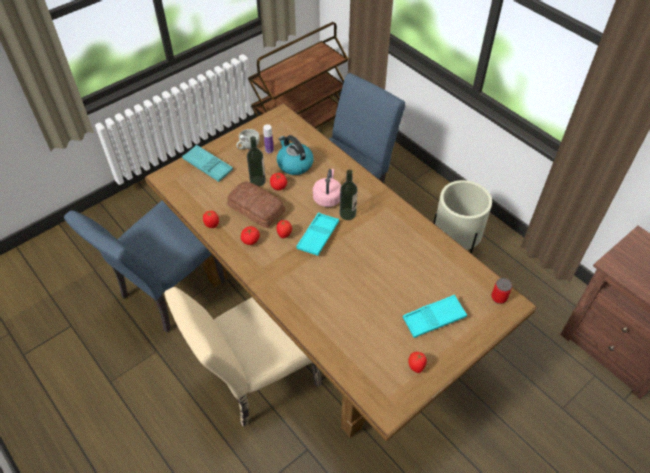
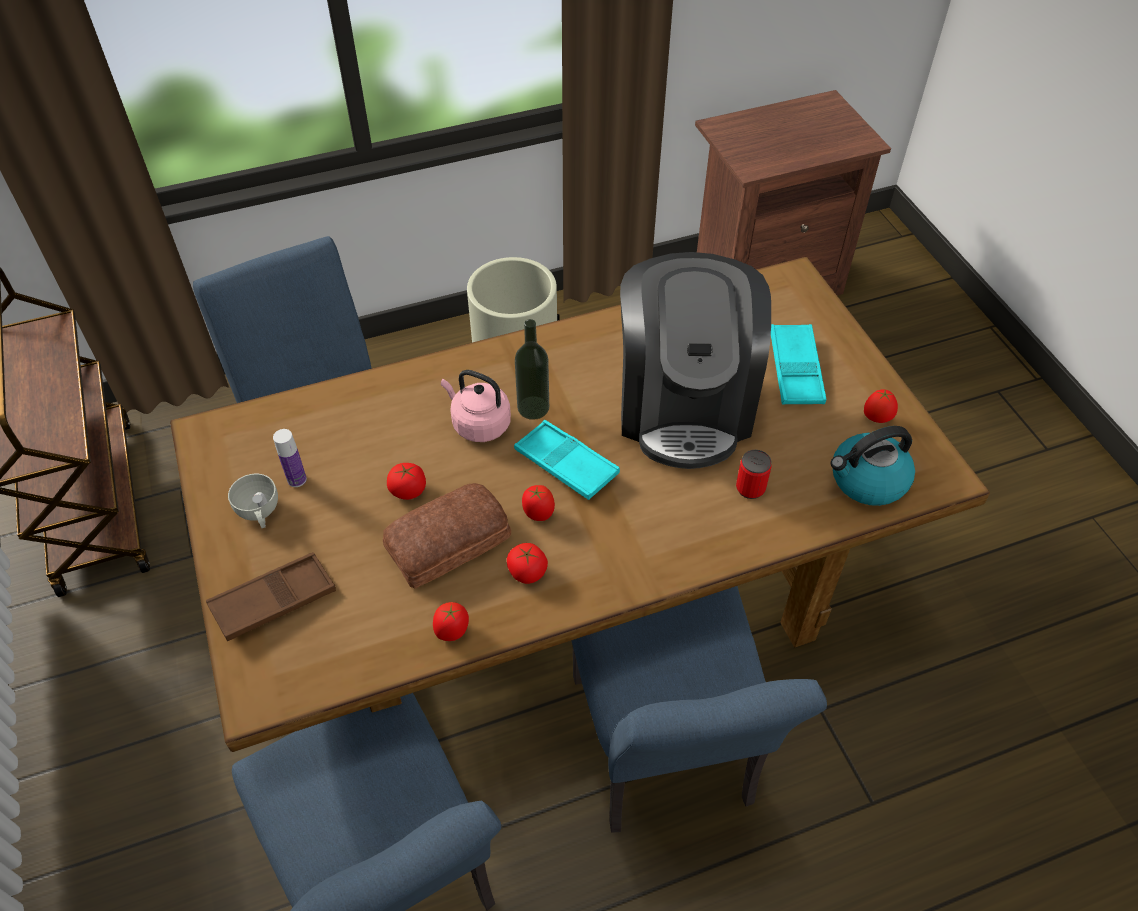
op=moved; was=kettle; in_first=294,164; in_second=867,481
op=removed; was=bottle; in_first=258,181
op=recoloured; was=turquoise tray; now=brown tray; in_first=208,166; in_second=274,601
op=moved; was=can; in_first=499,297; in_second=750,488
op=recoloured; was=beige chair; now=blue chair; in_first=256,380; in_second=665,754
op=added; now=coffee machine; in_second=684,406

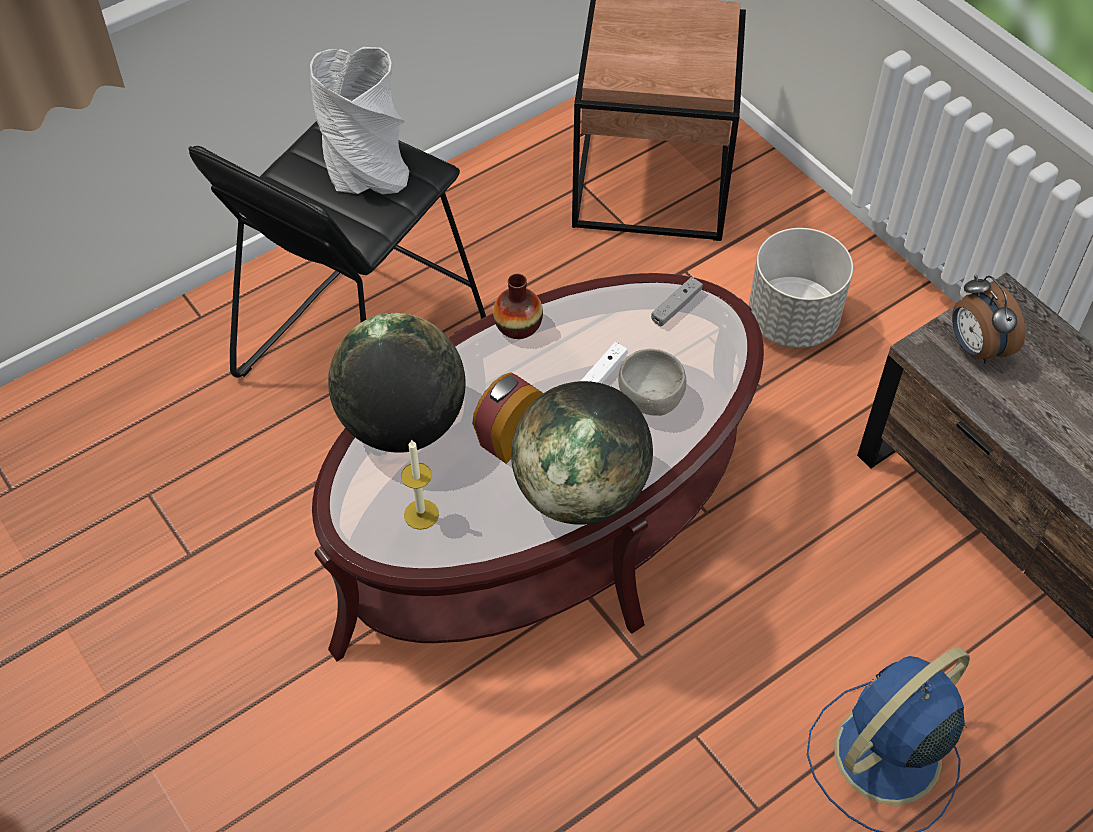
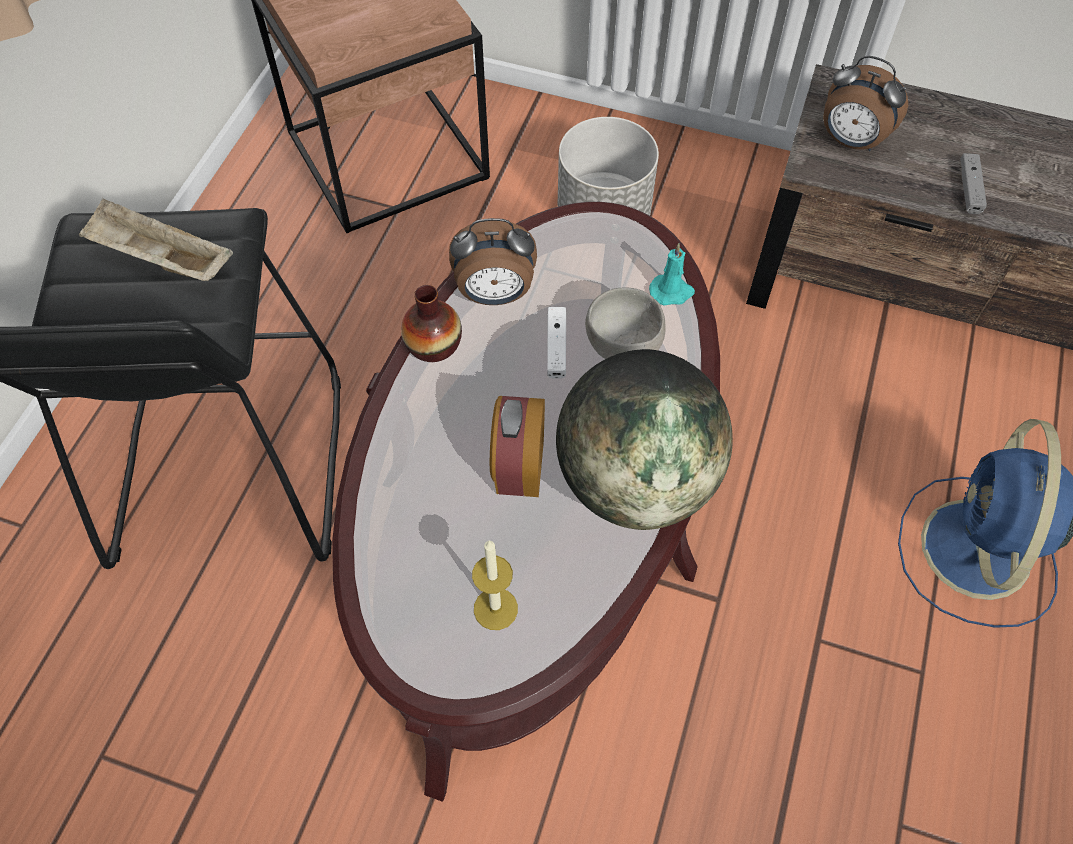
op=replaced; was=grey vase; now=beige tray; in_first=366,169; in_second=161,260
op=moved; was=grey game controller; in_first=676,306; in_second=969,189
op=removed; was=globe; in_first=403,423
op=added; now=alarm clock; in_second=495,295
op=added; now=turquoise candle; in_second=671,292

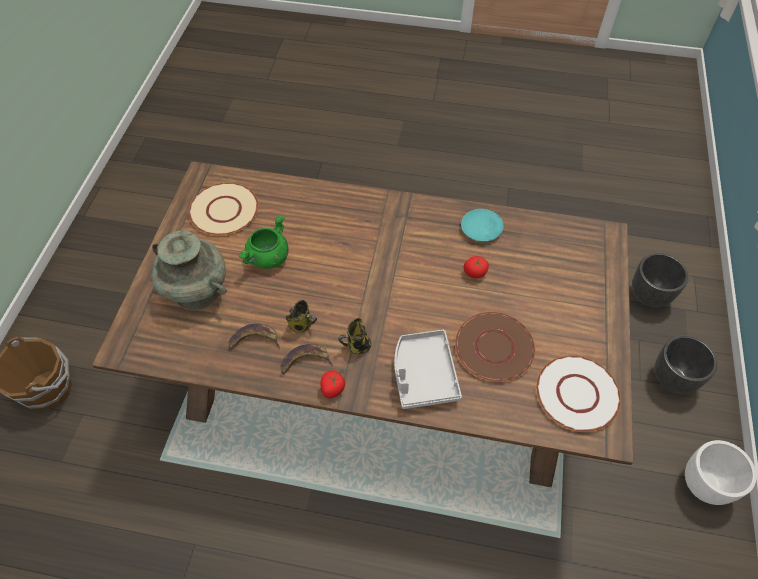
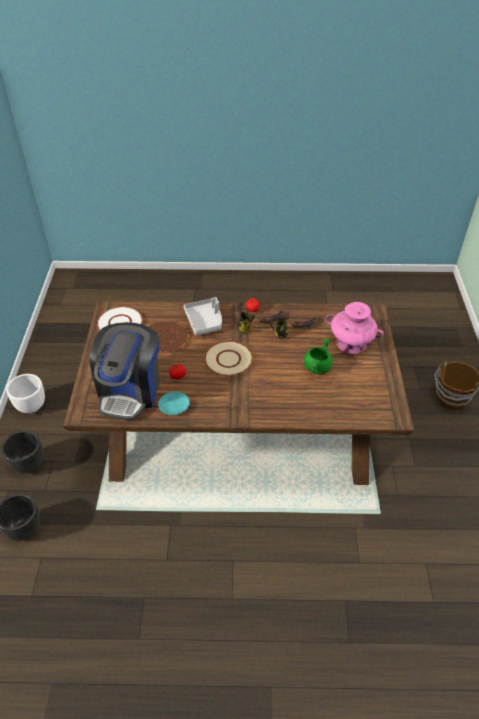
op=moved; was=beige plate; in_first=223,210; in_second=228,359
op=recoloured; was=turquoise vase; now=pink vase; in_first=197,291; in_second=351,343
op=added; now=coffee machine; in_second=130,390

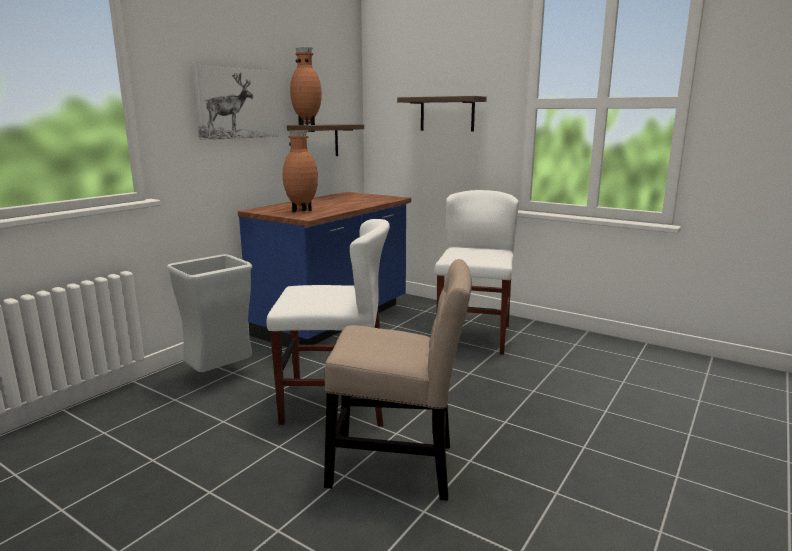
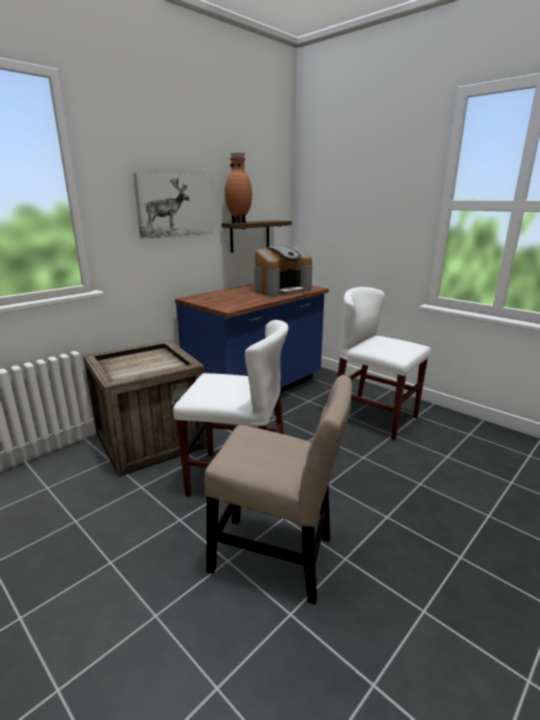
op=removed; was=shelf; in_first=447,114
op=removed; was=brown vase; in_first=302,211
op=turned; was=white chair; in_first=474,336; in_second=374,417; clockwise=-75
op=replaced; was=grey trash can; now=crate; in_first=220,375; in_second=152,439
op=added; now=coffee machine; in_second=282,290

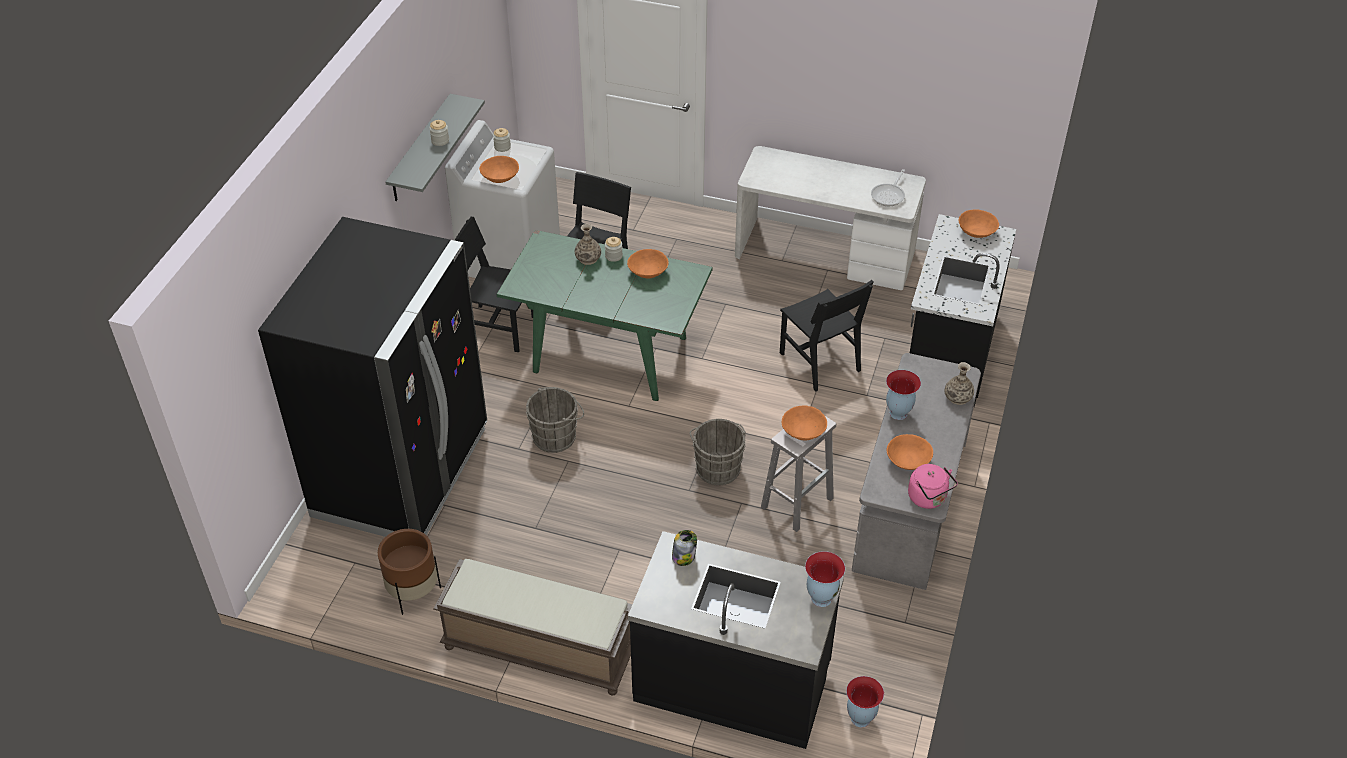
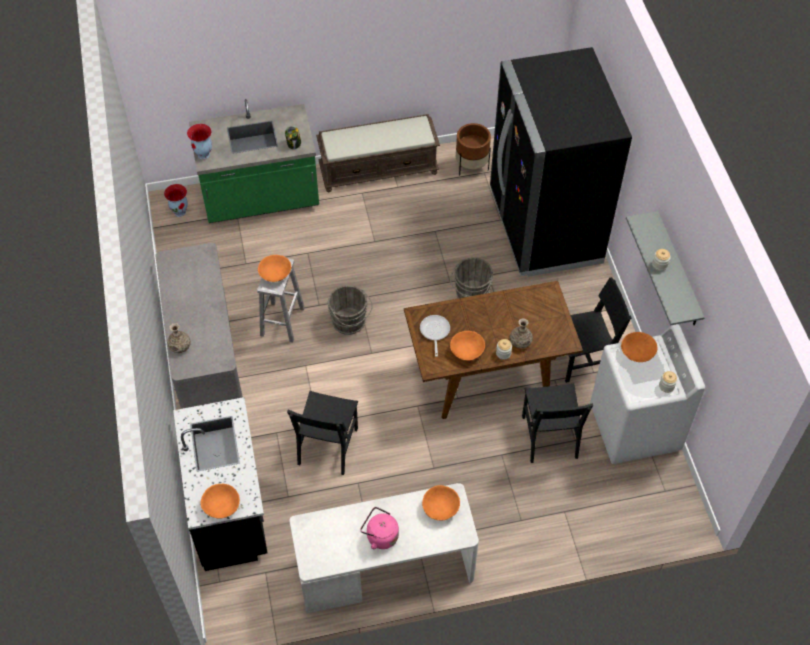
op=moved; was=frying pan; in_first=889,195; in_second=434,332
op=recoloured; was=green dining table; now=brown dining table; in_first=608,354; in_second=487,375
op=turned; was=black chair; in_first=819,362; in_second=327,446; clockwise=-105
op=removed; was=vase; in_first=897,413
op=moved; was=orange bowl; in_first=908,461; in_second=440,507
op=moved; was=pink kettle; in_first=929,498; in_second=380,536
op=recoloured; was=black counter; now=green counter; in_first=732,682; in_second=261,199

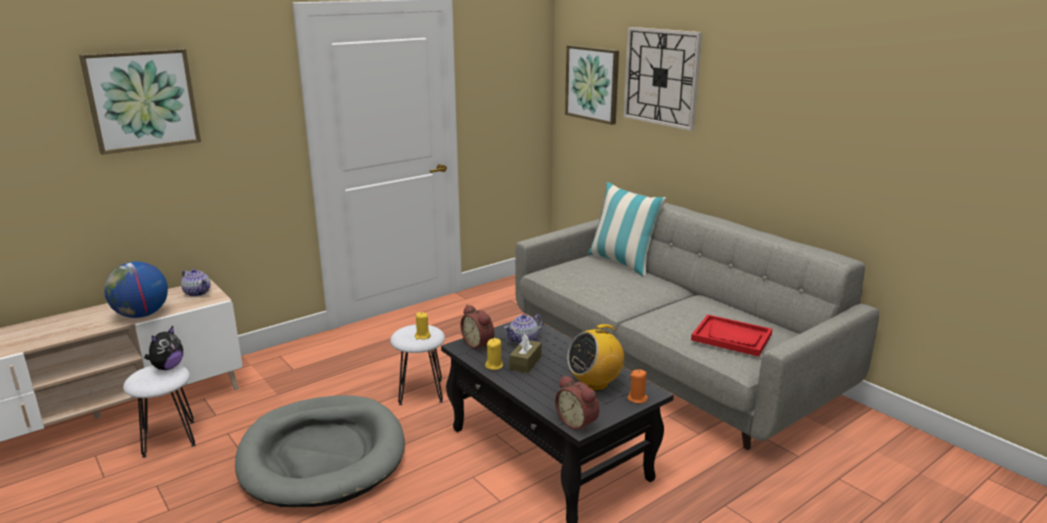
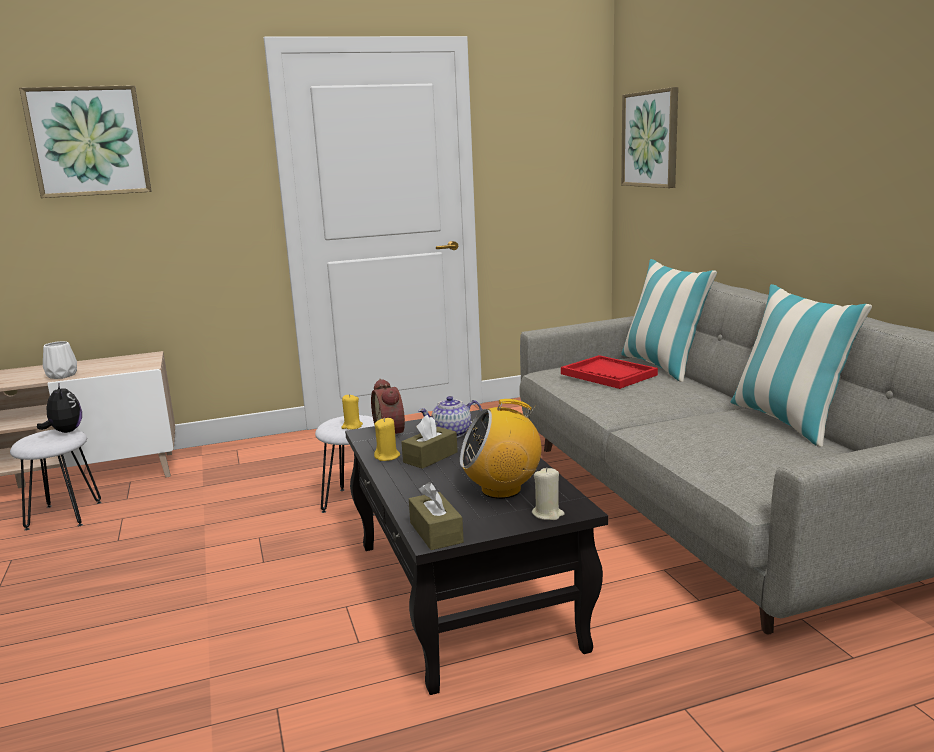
op=removed; was=wall clock; in_first=661,77
op=replaced; was=globe; now=white vase; in_first=141,315; in_second=63,375
op=removed; was=teapot; in_first=197,293
op=moved; was=red tray; in_first=731,337; in_second=609,374
op=turned; was=plush toy; in_first=167,367; in_second=65,432; clockwise=-75
op=recoloured; was=orange candle; now=beige candle; in_first=637,398; in_second=548,514
op=replaced; was=alarm clock; now=brown tissue box; in_first=578,422; in_second=436,532
op=removed; was=grey dog bed; in_first=322,455
op=added; now=pillow; in_second=787,421

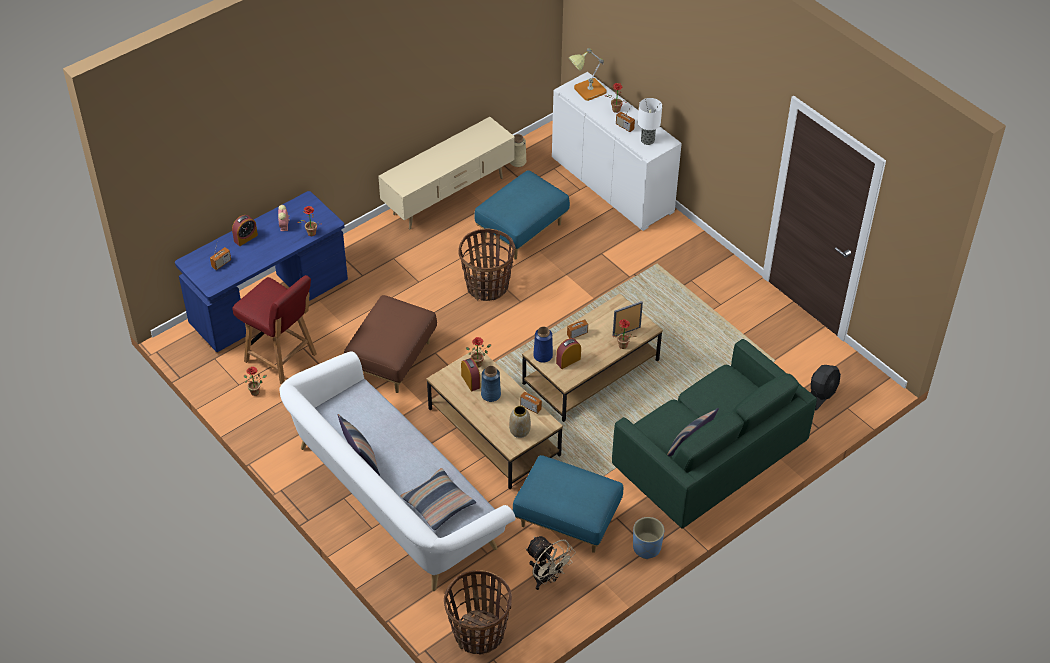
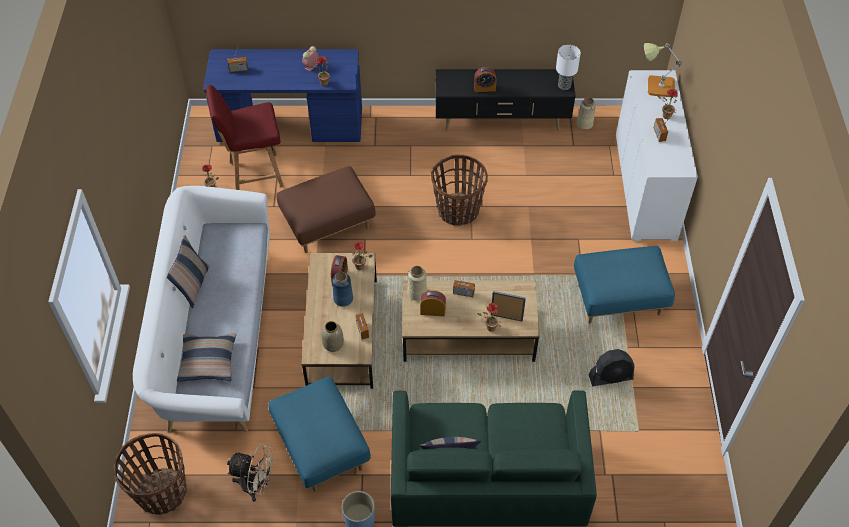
op=moved; was=table lamp; in_first=647,140; in_second=564,85
op=recoloured; was=beige tv stand; now=black tv stand; in_first=449,196; in_second=502,121
op=moved; was=blue ottoman; in_first=522,231; in_second=619,299
op=moved; was=alarm clock; in_first=245,238; in_second=484,88
op=turned; was=red chair; in_first=281,358; in_second=254,174; clockwise=90
op=recoloured; was=blue vase; now=beige vase; in_first=543,355; in_second=417,293
op=moved; was=black fan; in_first=821,395; in_second=610,377
op=turned; was=beige fan; in_first=546,578; in_second=256,485; clockwise=-75

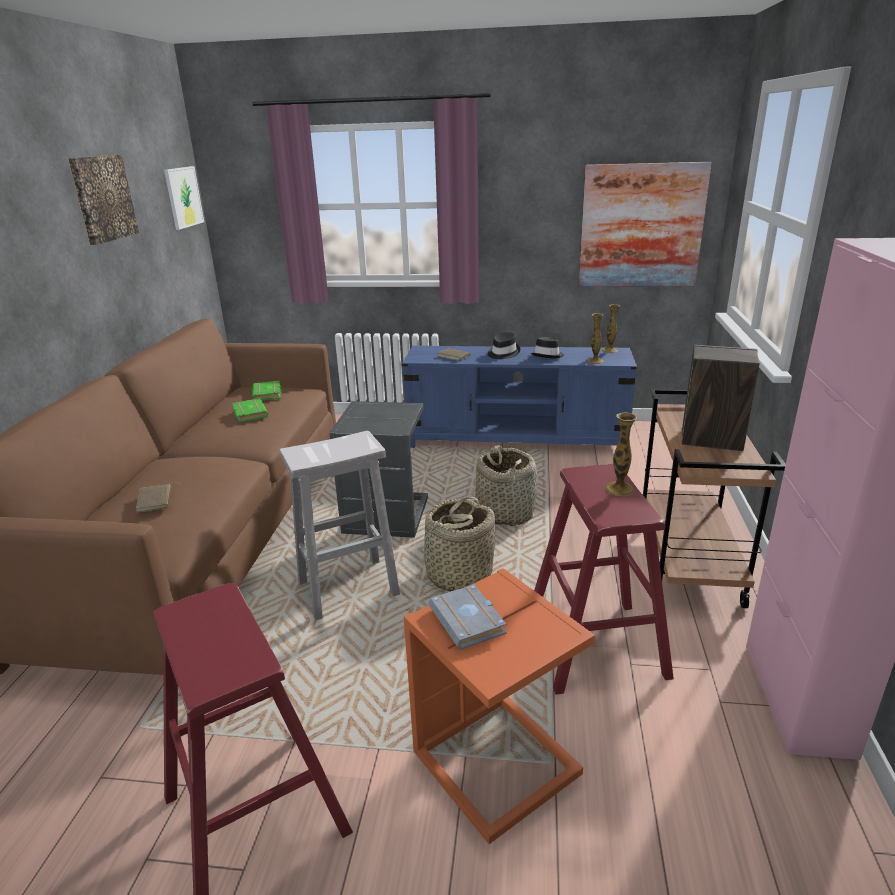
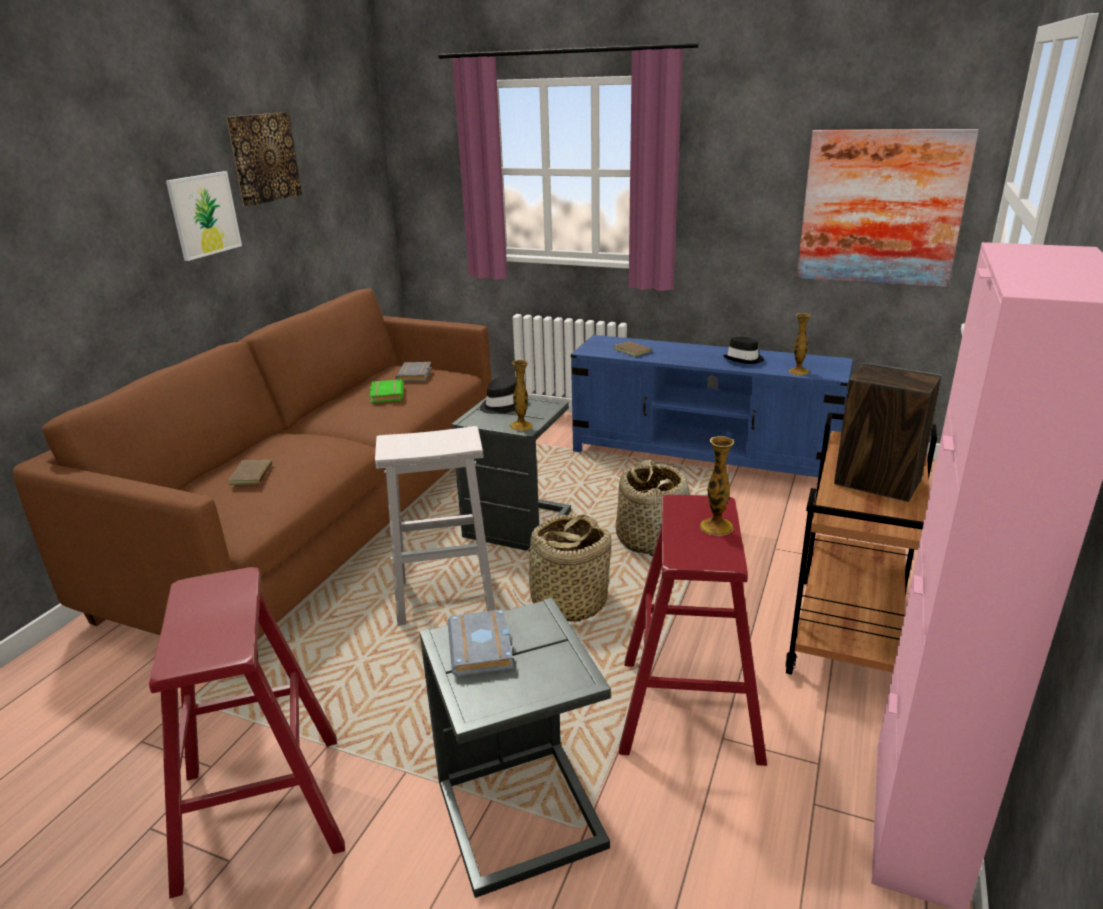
op=moved; was=picture; in_first=183,197; in_second=204,215
op=moved; was=vase; in_first=609,351; in_second=521,426
op=moved; was=black hat; in_first=502,353; in_second=502,404
op=recoloured; was=green book; now=grey book; in_first=268,394; in_second=416,376
op=recoloured; was=orange side table; now=grey side table; in_first=496,767; in_second=519,819

